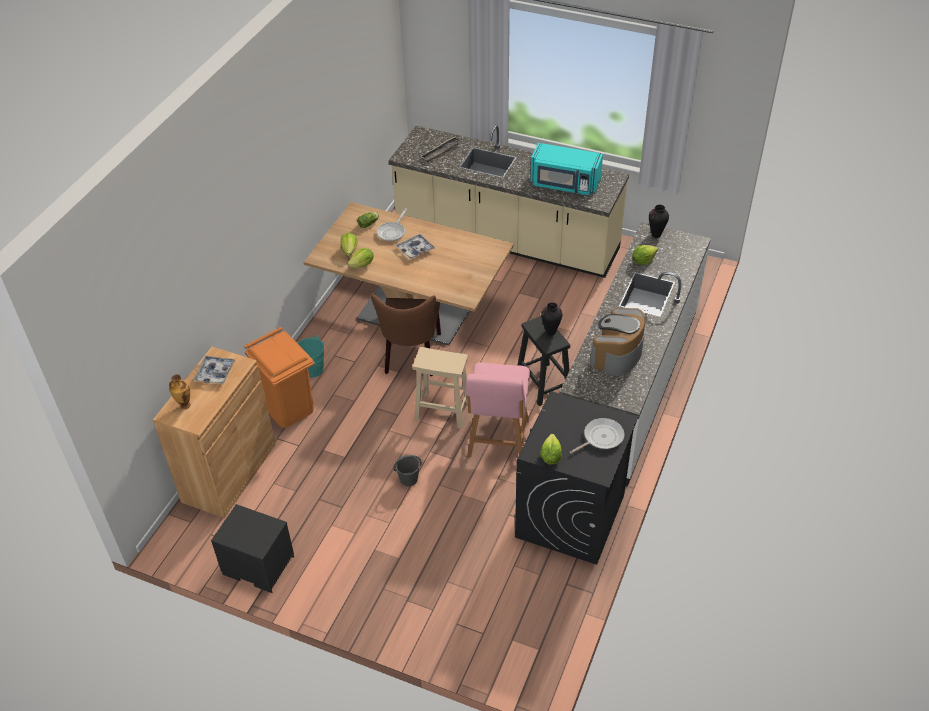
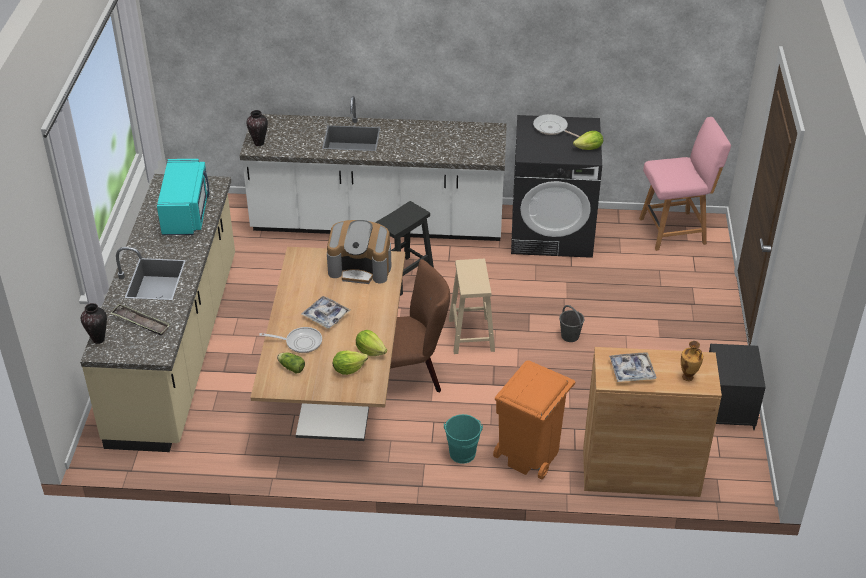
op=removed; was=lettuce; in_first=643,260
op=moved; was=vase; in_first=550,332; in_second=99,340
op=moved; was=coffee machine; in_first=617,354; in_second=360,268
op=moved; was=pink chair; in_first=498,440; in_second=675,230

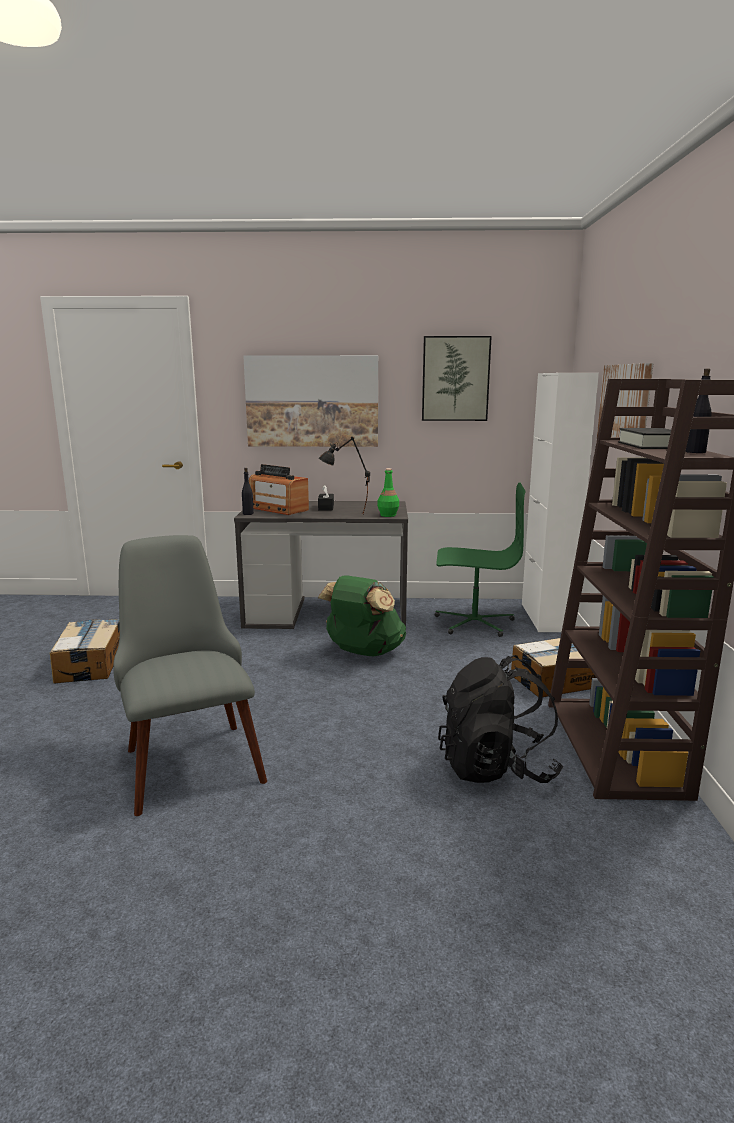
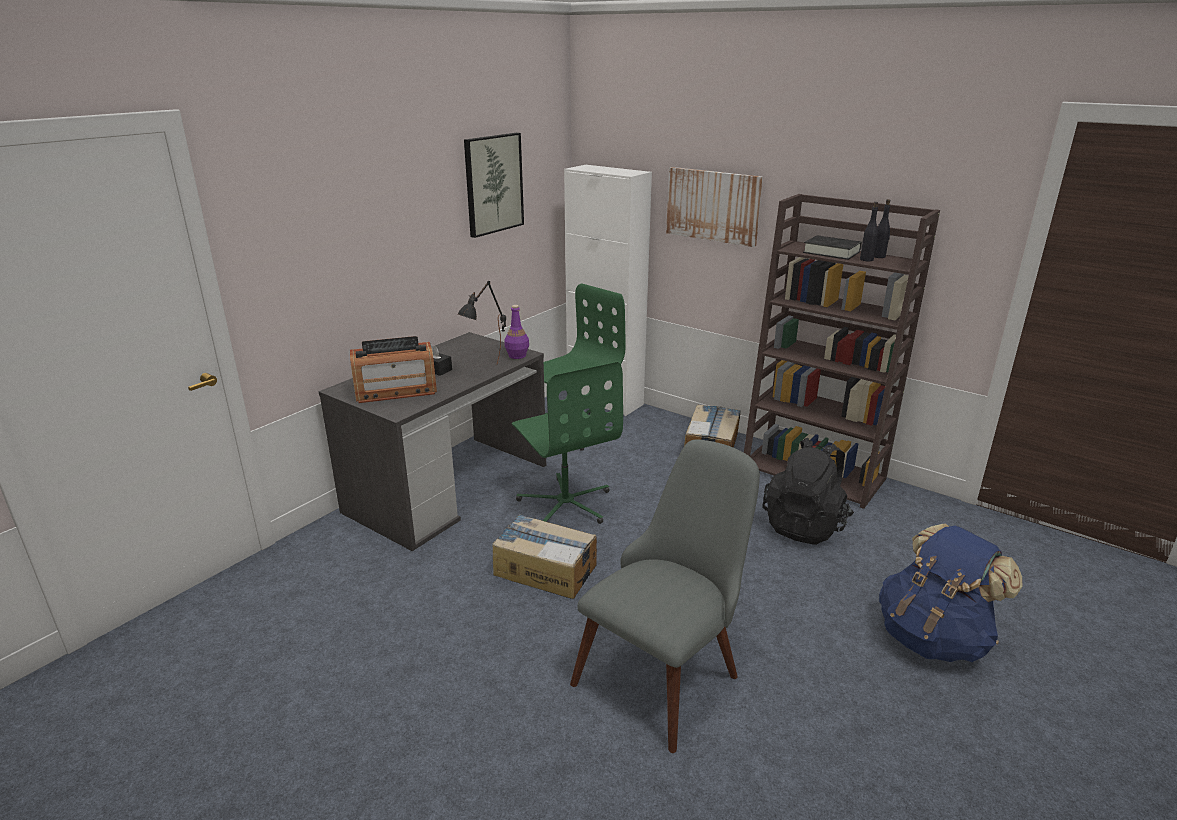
op=removed; was=picture; in_first=312,401
op=moved; was=black bottle; in_first=248,514; in_second=866,259
op=recoloured; was=green bottle; now=purple bottle; in_first=388,515; in_second=517,355
op=turned; was=grey chair; in_first=188,755; in_second=667,668; clockwise=120
op=replaced; was=green backpack; now=green office chair; in_first=363,652; in_second=566,503
op=moved; was=cardboard box; in_first=90,664; in_second=545,569
op=added; now=blue backpack; in_second=933,638

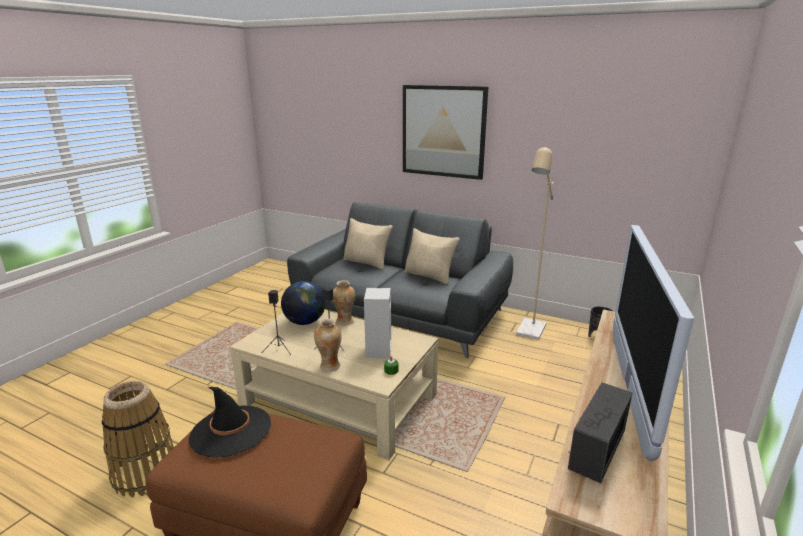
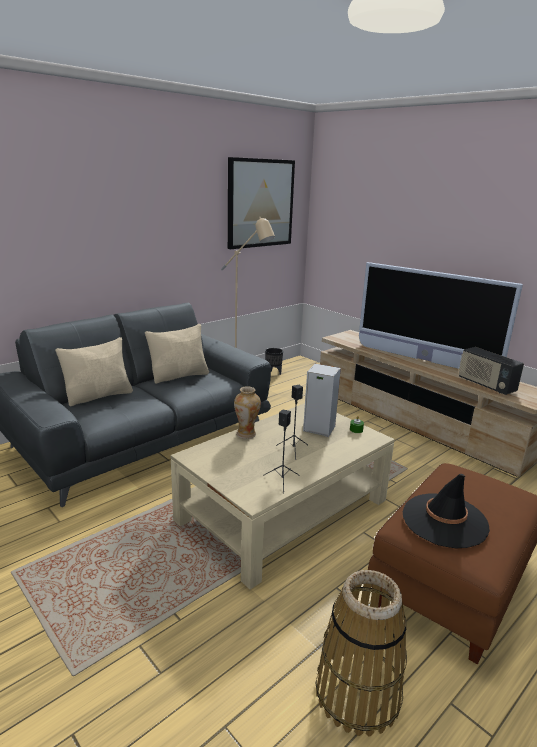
op=moved; was=picture; in_first=443,131; in_second=260,203
op=removed; was=globe; in_first=305,322
op=removed; was=vase; in_first=330,366

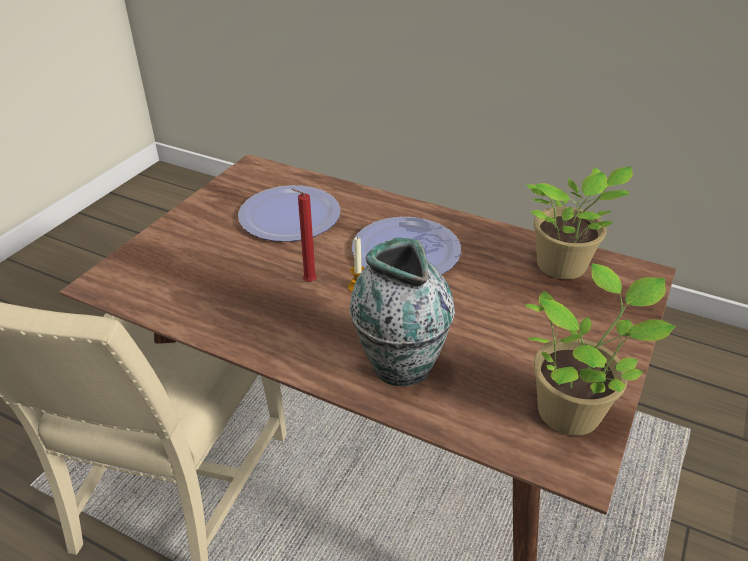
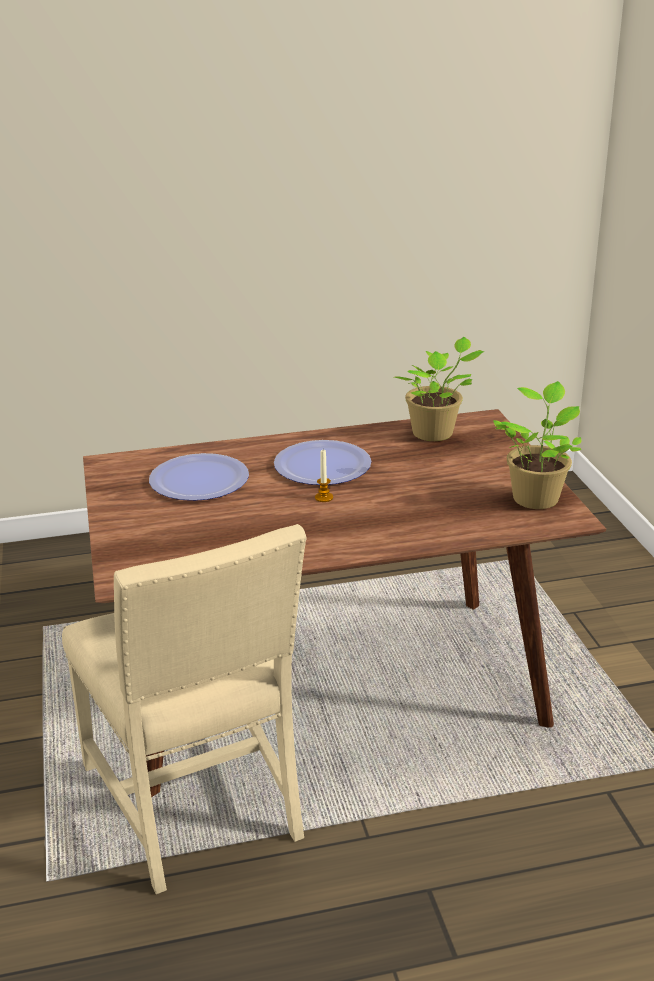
op=removed; was=red candle; in_first=307,282
op=removed; was=vase; in_first=400,363

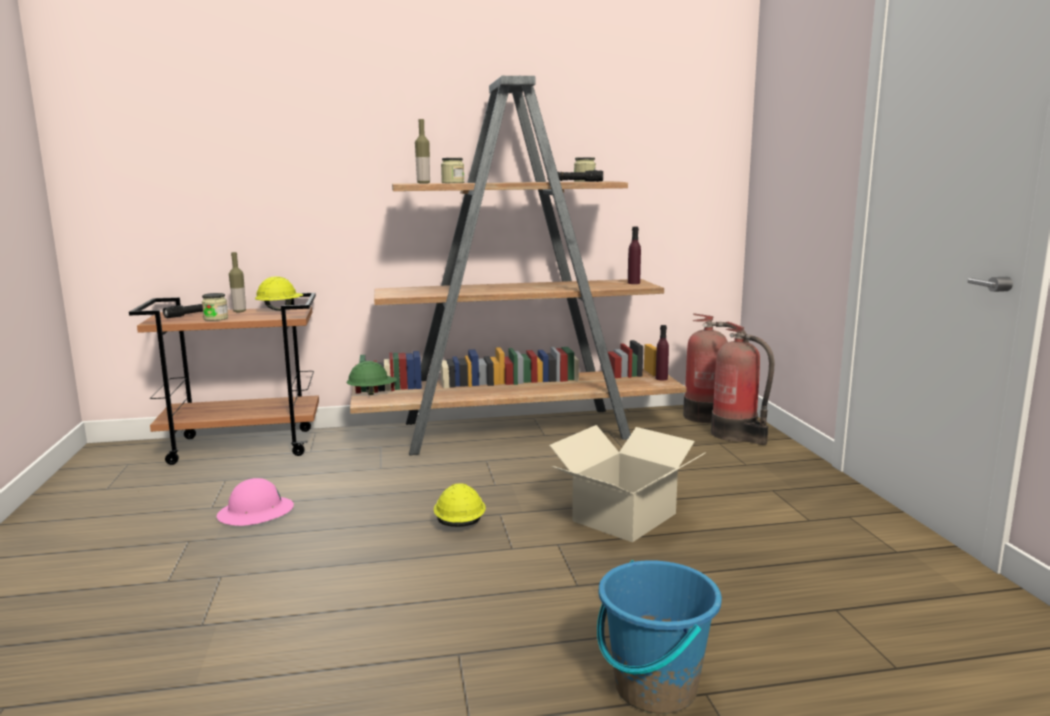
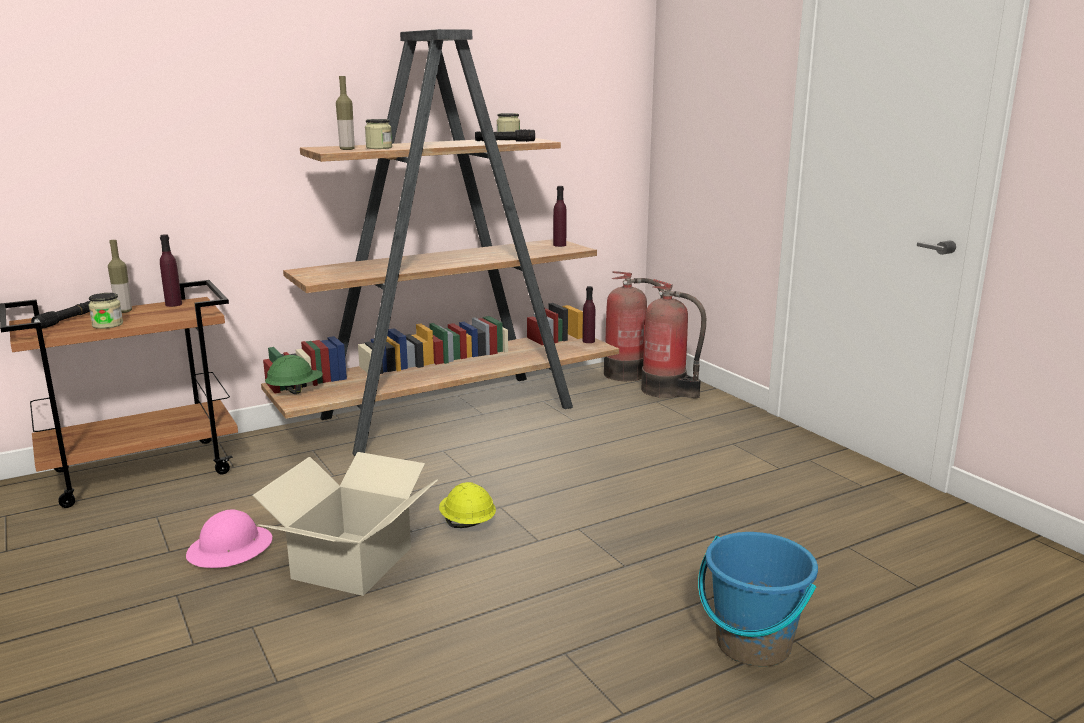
op=replaced; was=yellow hard hat; now=purple bottle; in_first=280,309; in_second=173,304
op=moved; was=cardboard box; in_first=625,517; in_second=354,563

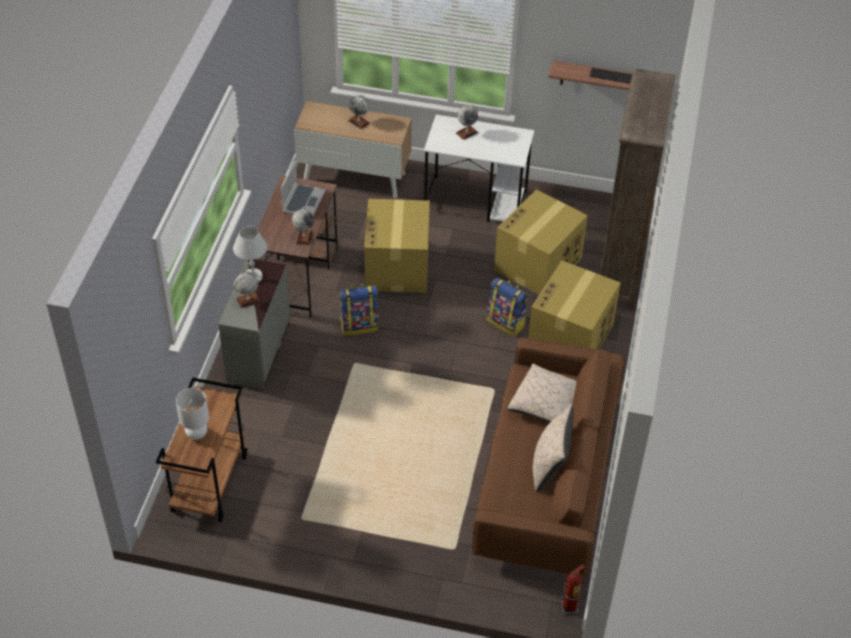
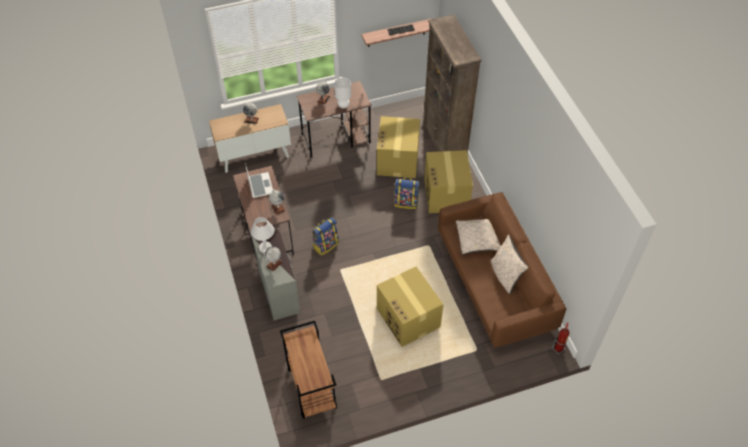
op=recoloured; was=white desk; now=brown desk; in_first=476,201; in_second=336,138
op=moved; was=cardboard box; in_first=397,267; in_second=408,318
op=moved; was=white table lamp; in_first=196,433; in_second=343,105

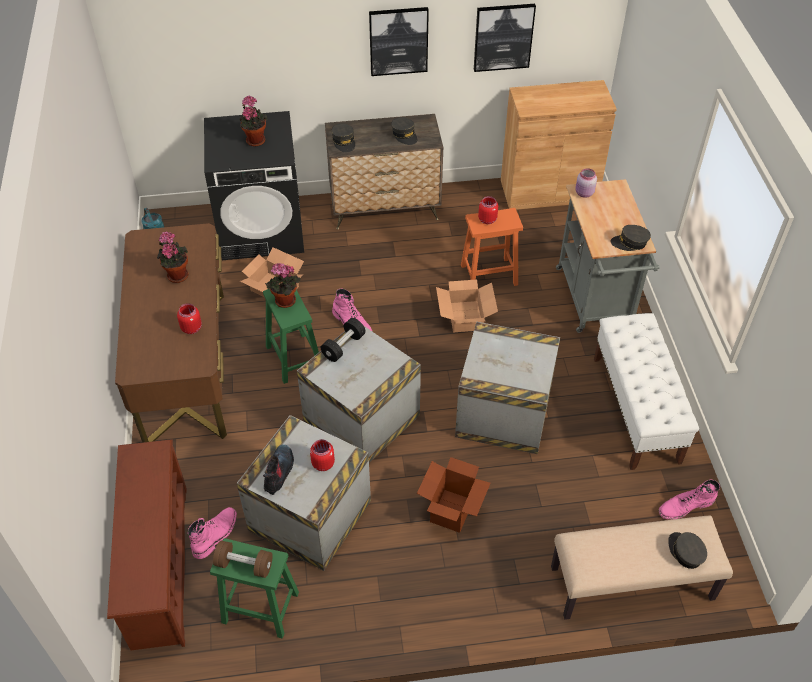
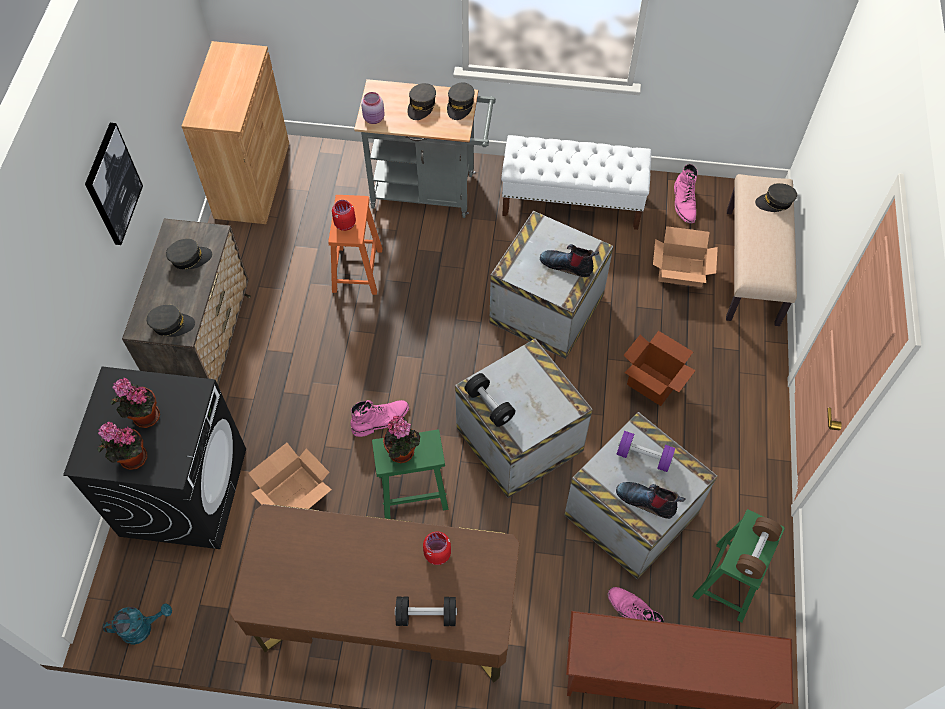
op=removed; was=picture; in_first=503,37
op=moved; was=potted plant; in_first=176,274; in_second=131,458
op=moved; was=cardboard box; in_first=466,316; in_second=680,270
op=replaced; was=red jar; now=purple dumbbell; in_first=322,463; in_second=643,456
op=added; now=grey cap; in_second=421,106
op=added; now=boot; in_second=567,265
op=added; now=black dumbbell; in_second=426,615

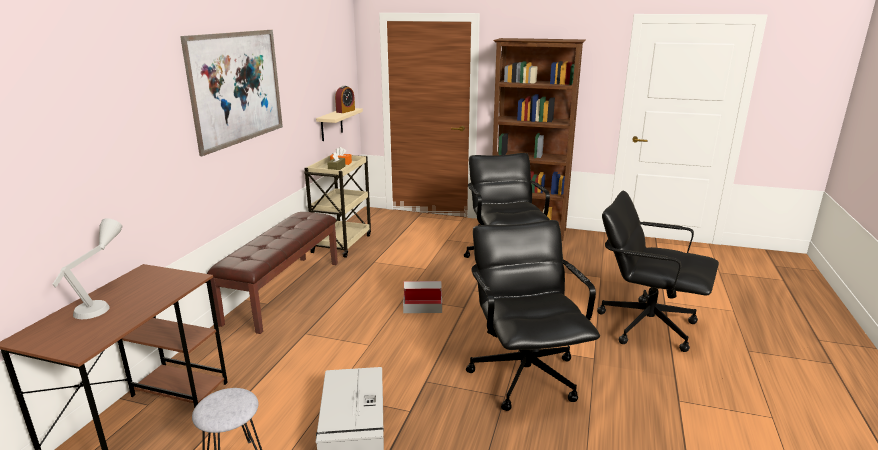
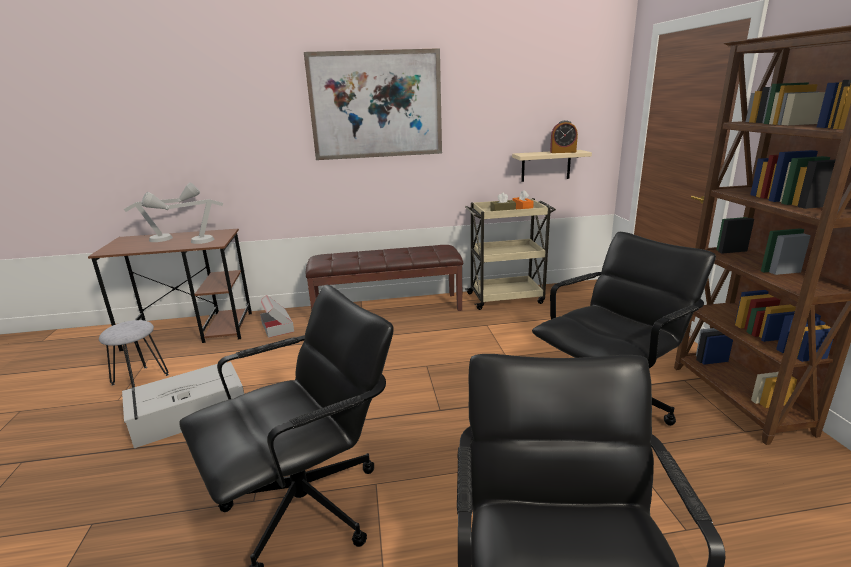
op=moved; was=cardboard box; in_first=423,306; in_second=277,327
op=added; now=grey table lamp; in_second=190,242

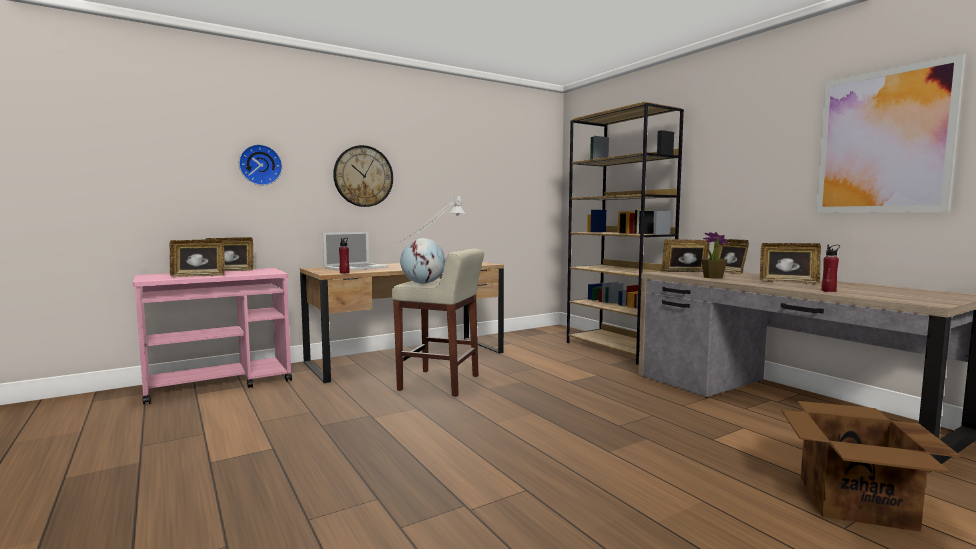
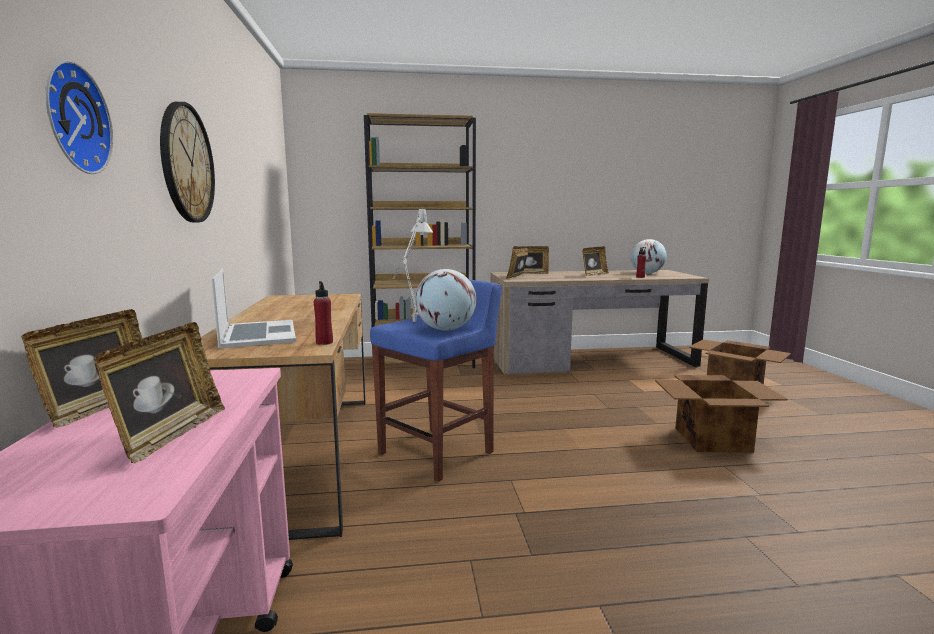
op=removed; was=picture; in_first=883,142
op=removed; was=potted plant; in_first=713,277
op=recoloured; was=beige stool; now=blue stool; in_first=440,383; in_second=437,452
op=added; now=globe; in_second=647,273
op=added; now=cardboard box; in_second=713,439

